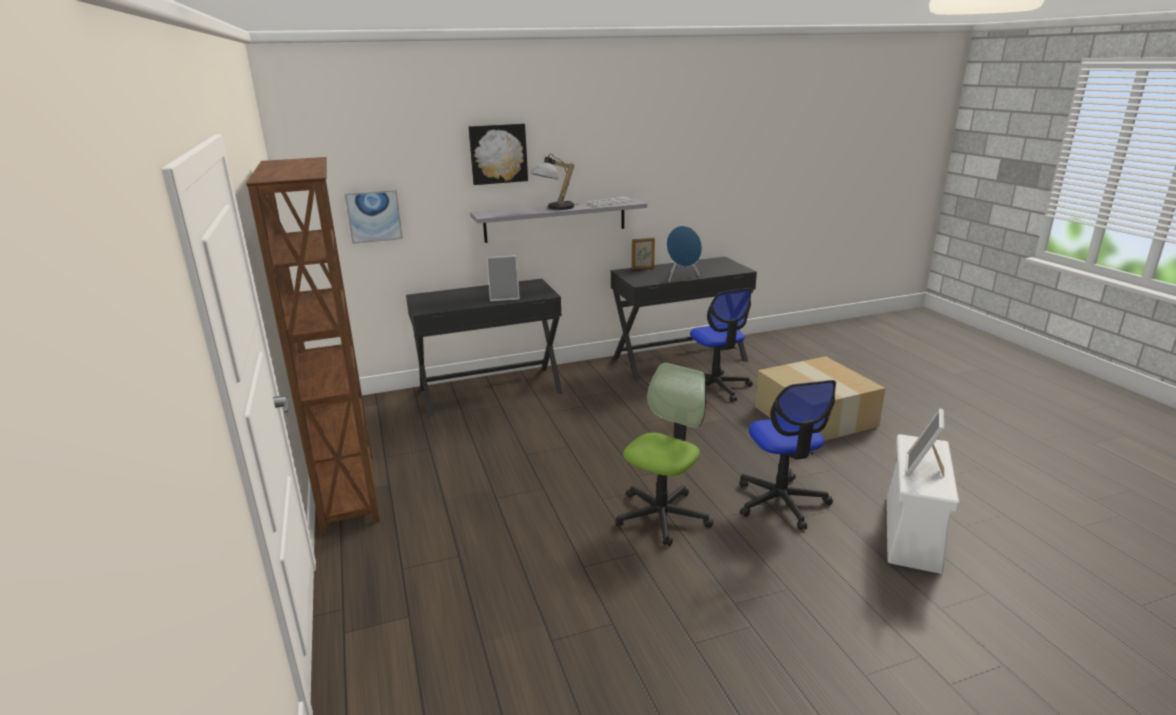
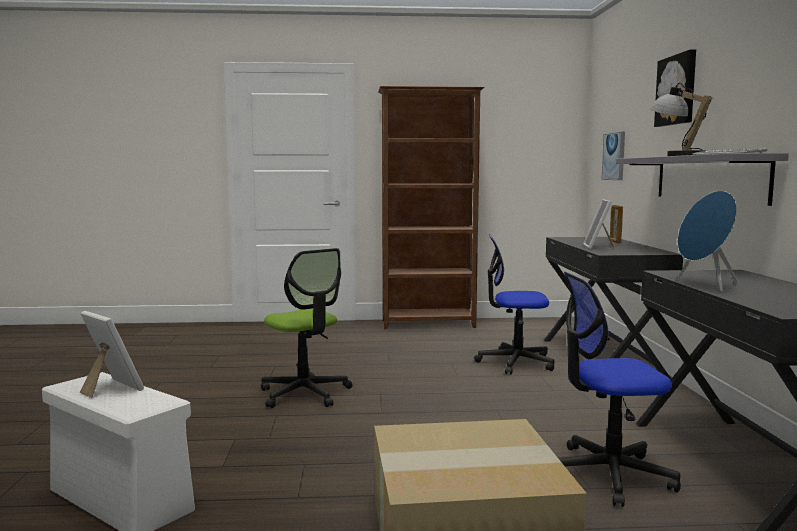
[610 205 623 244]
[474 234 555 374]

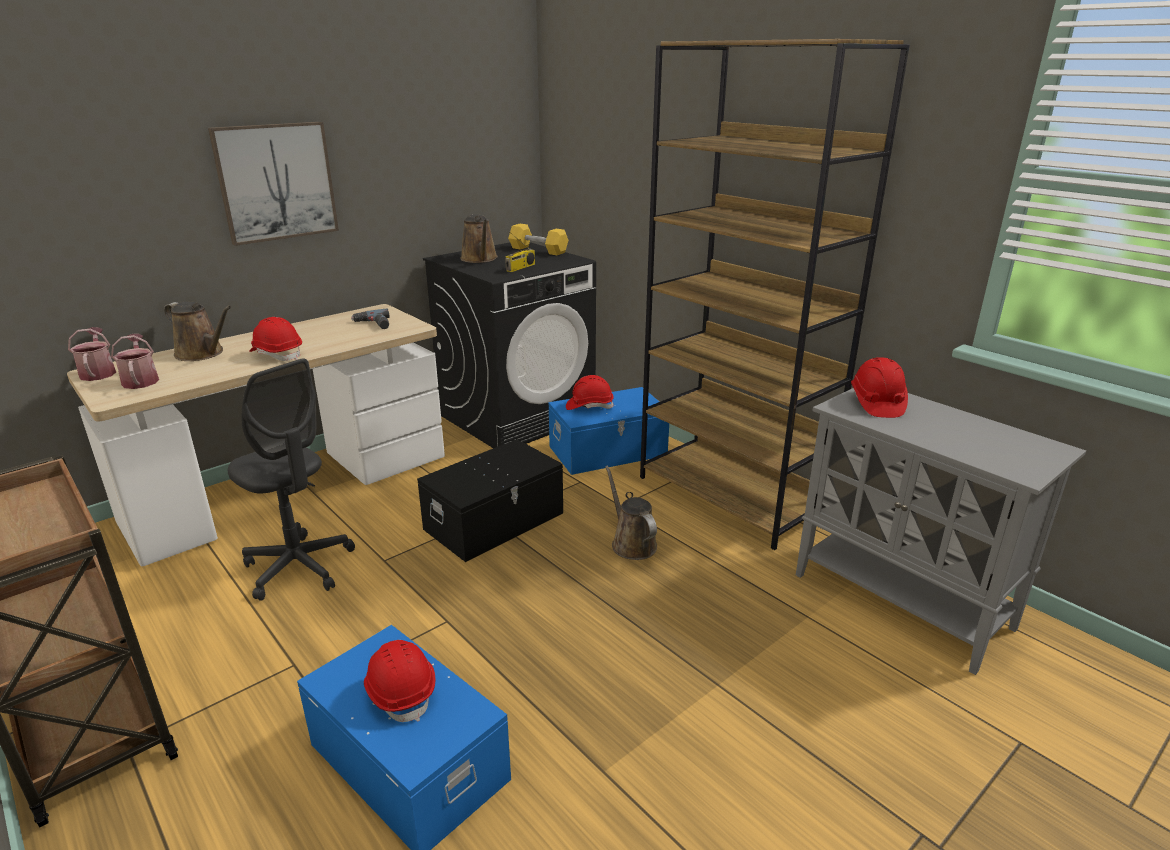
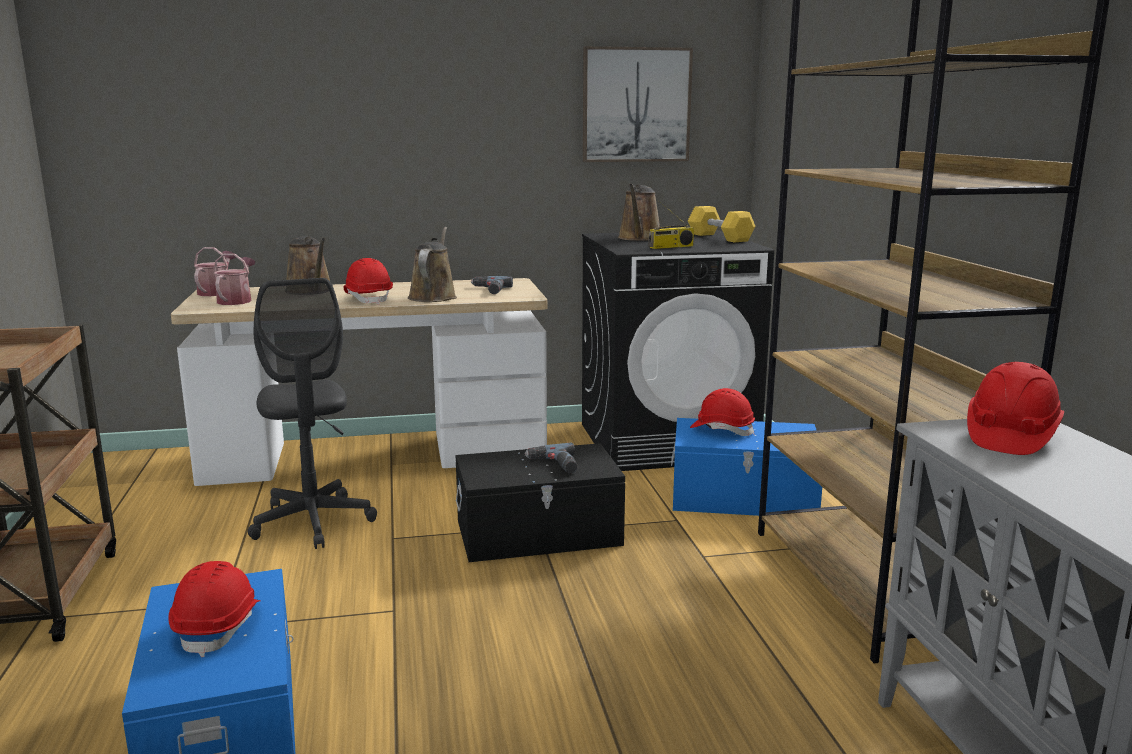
[524 443 577 473]
[583 46 693 162]
[408 227 457 302]

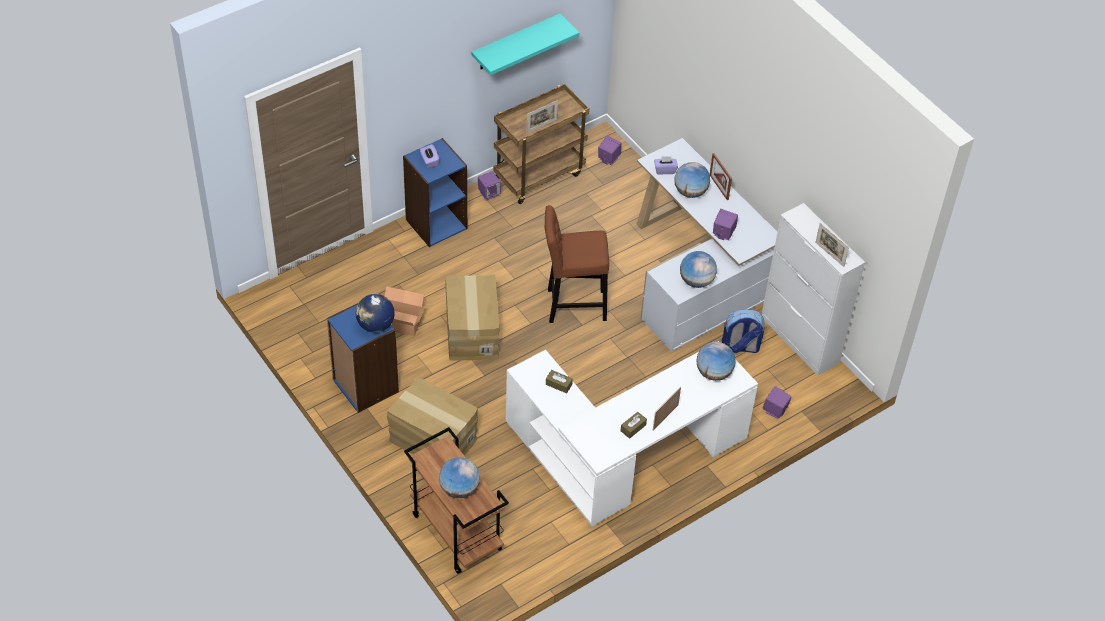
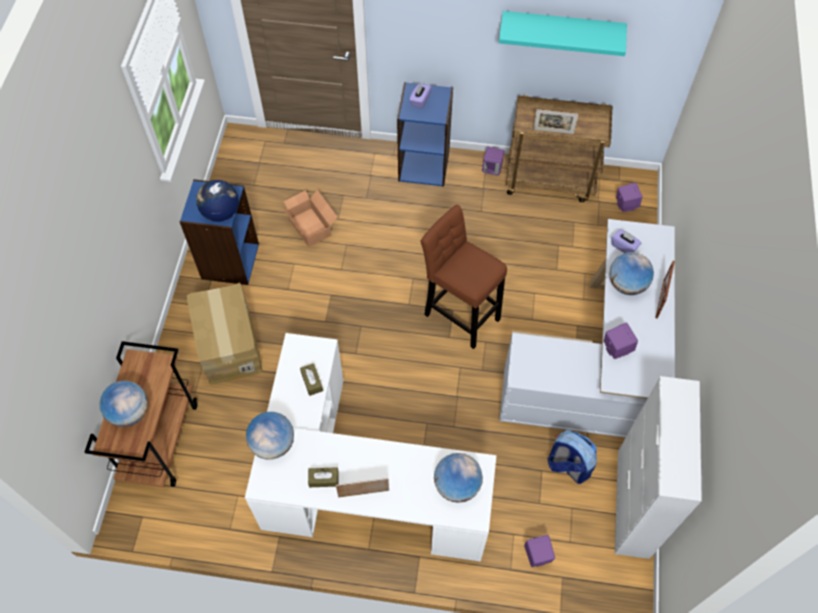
[445 274 500 361] (first image)
[815 223 849 267] (first image)
[246 412 294 459]

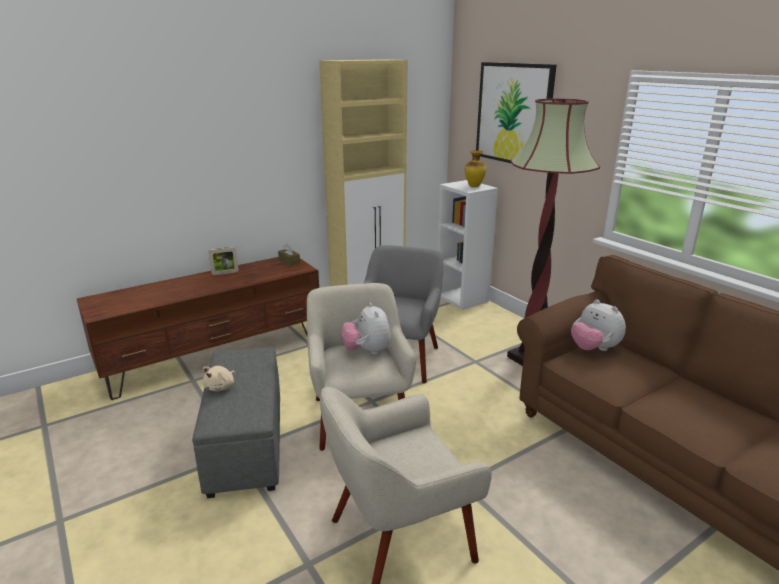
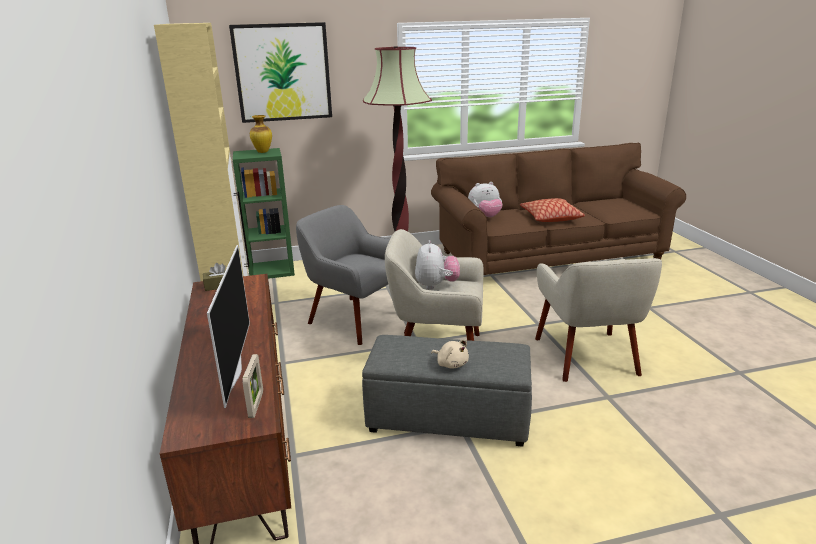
[207 245 250 408]
[520 198 585 222]
[242 354 263 418]
[233 148 295 279]
[415 240 460 290]

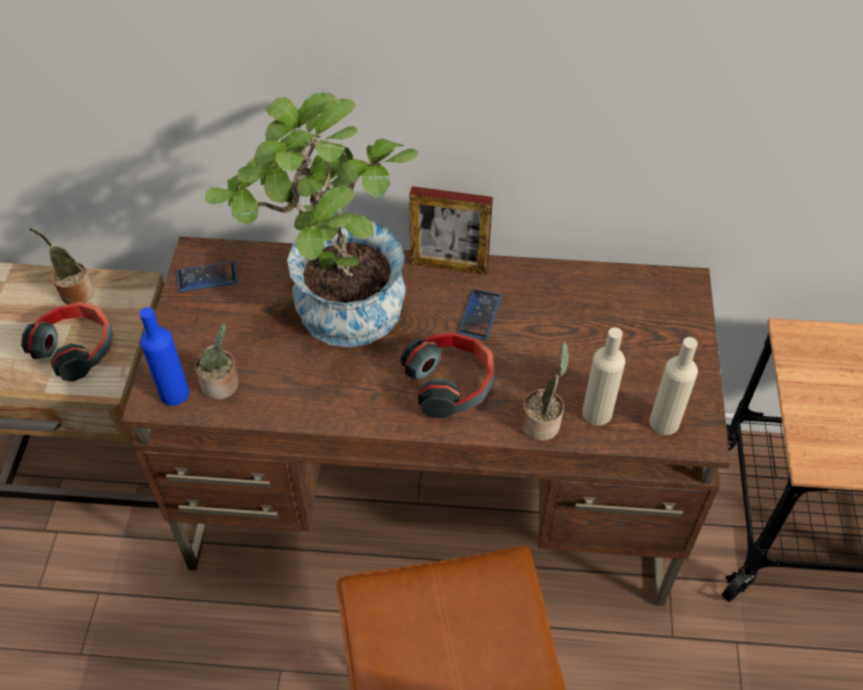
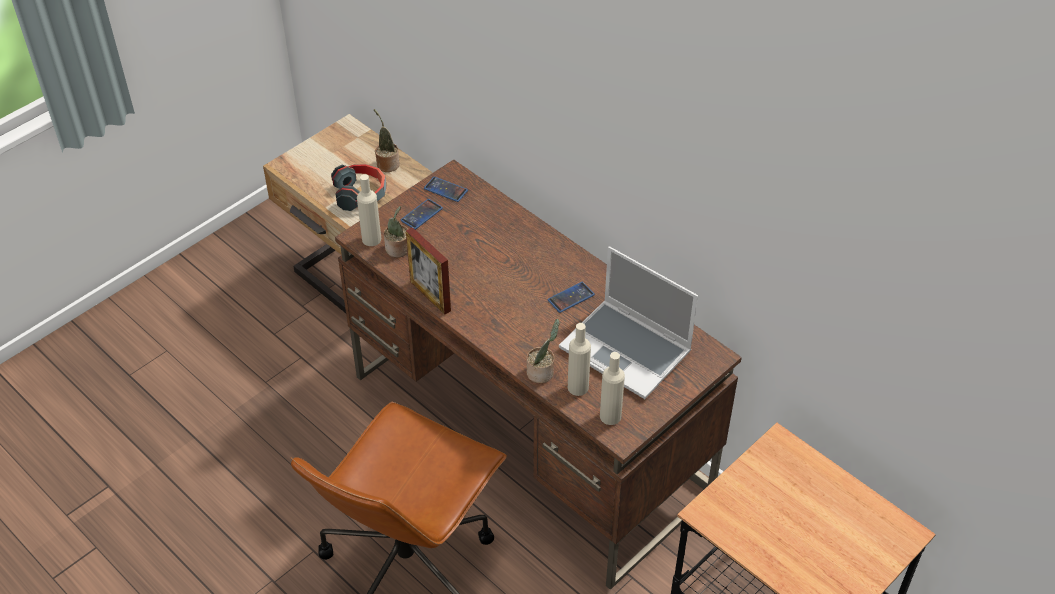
[205 92 418 348] (first image)
[401 332 494 418] (first image)
[400 199 443 230]
[559 246 698 399]
[406 227 451 315]
[357 174 381 246]

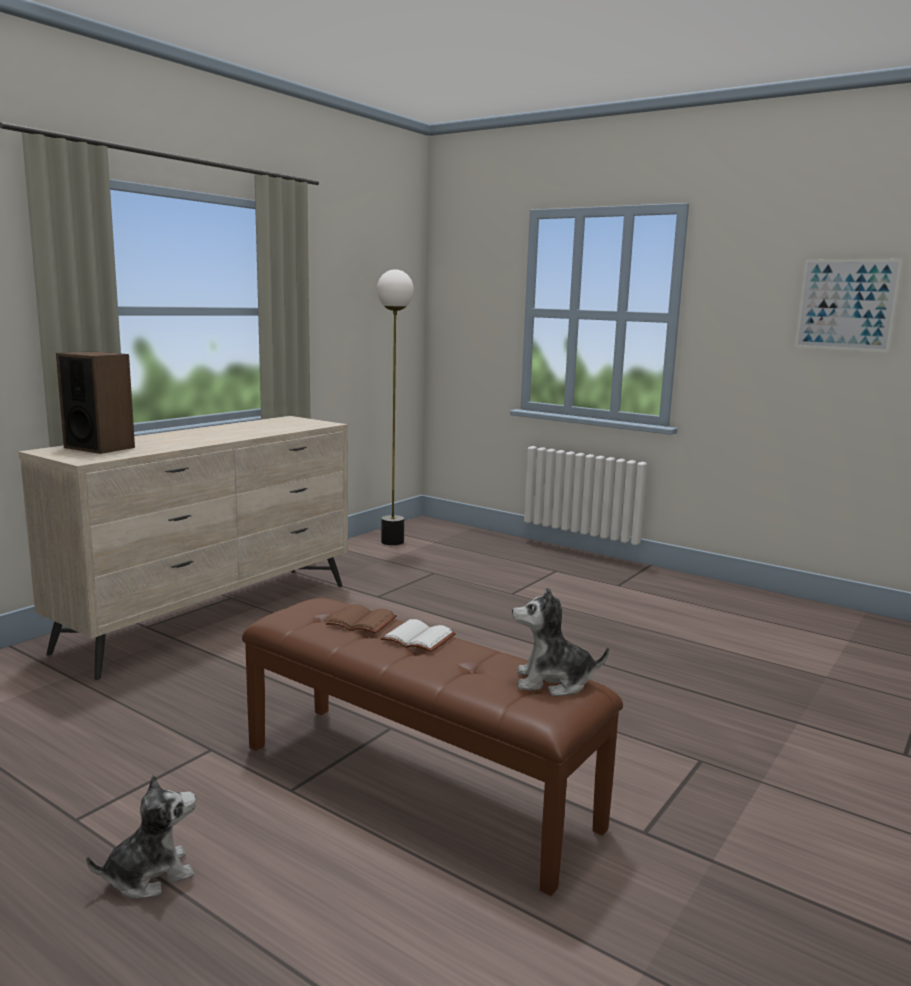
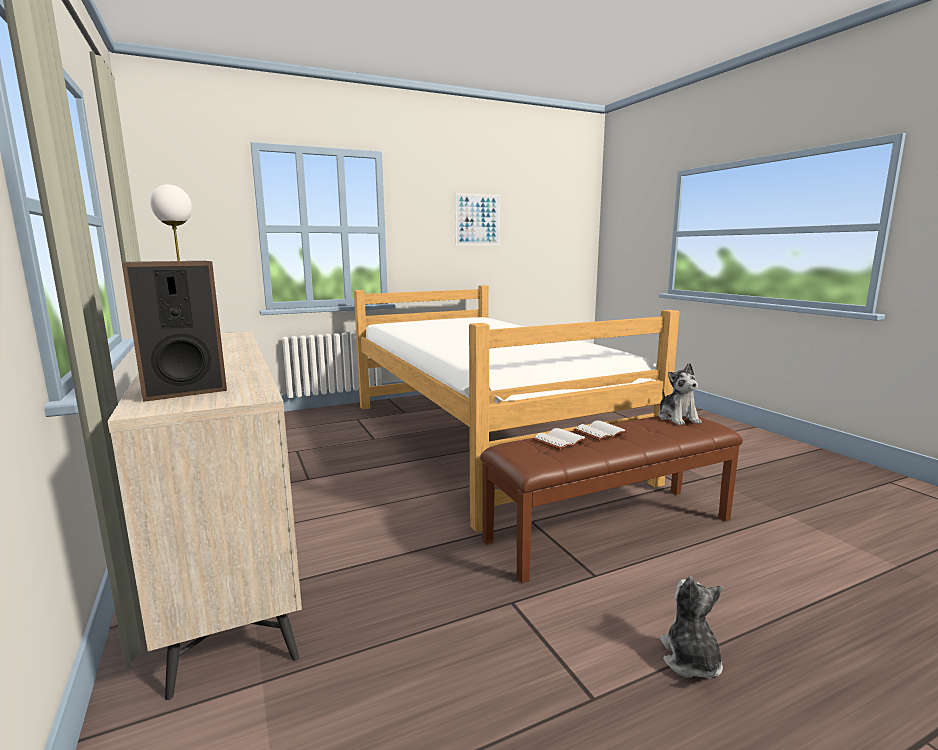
[354 285 680 532]
[532 428 588 450]
[658 363 702 425]

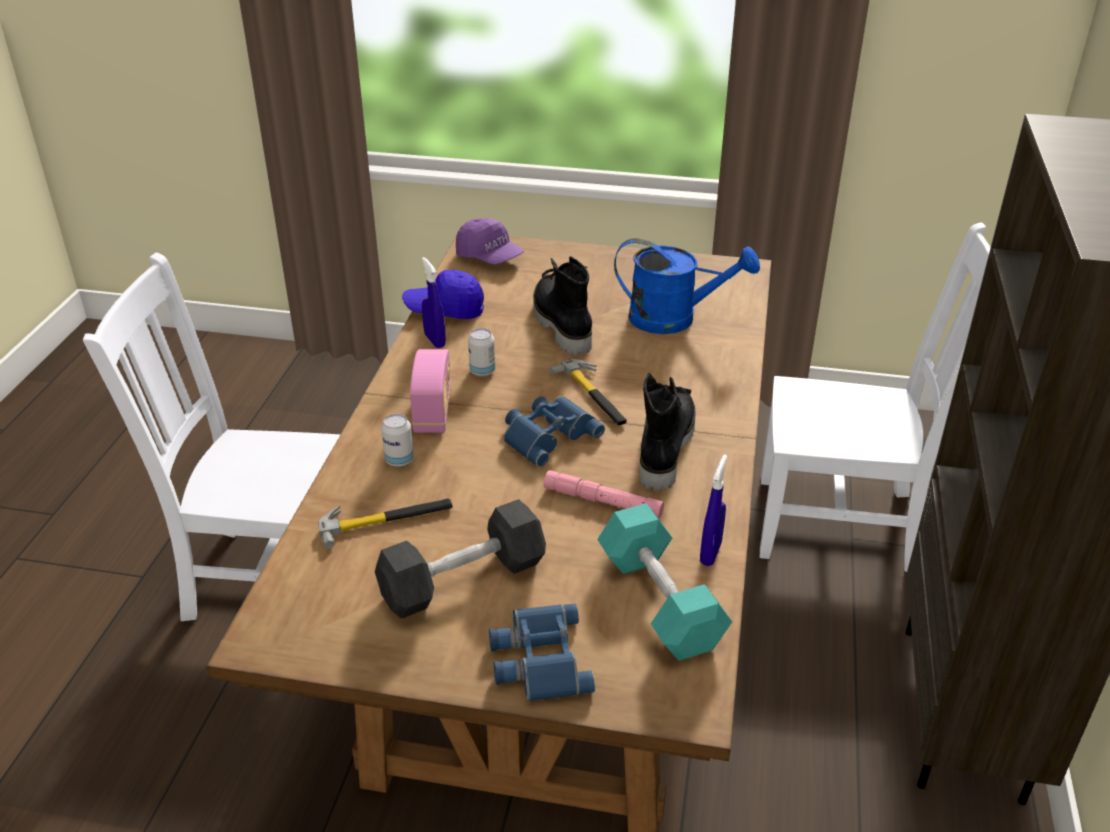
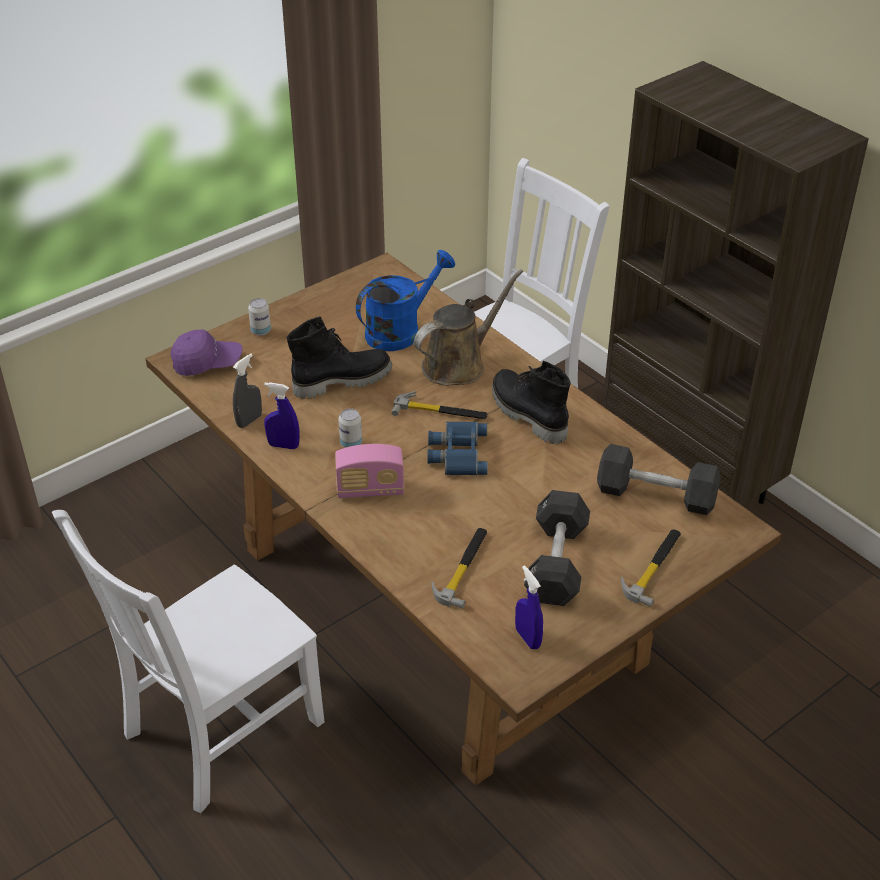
[543 470 664 519] (first image)
[414 269 523 386]
[248 298 271 336]
[515 565 543 650]
[233 354 262 428]
[621 529 681 607]
[597 444 721 515]
[335 444 405 498]
[287 316 392 399]

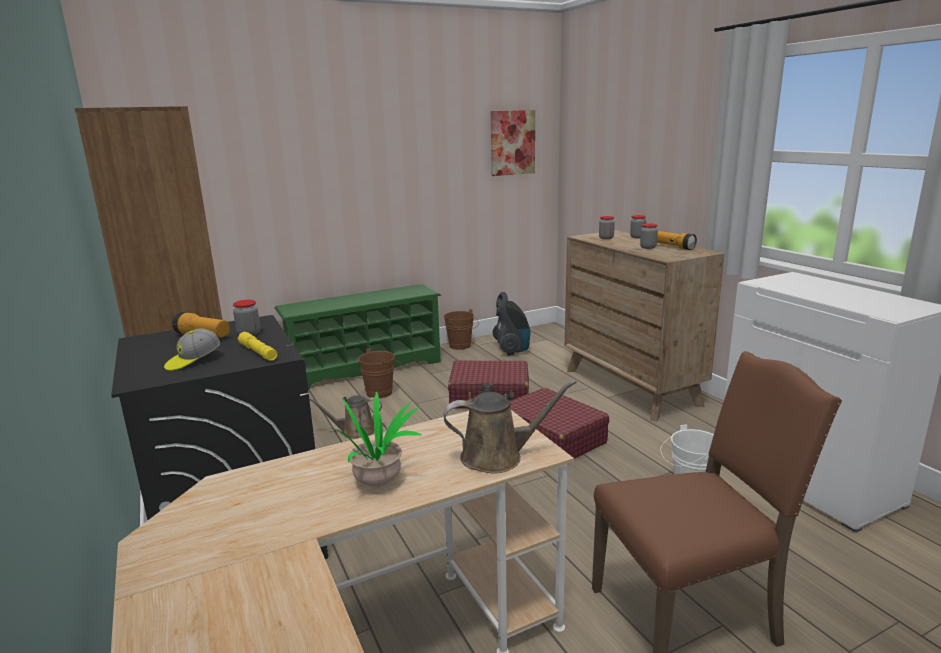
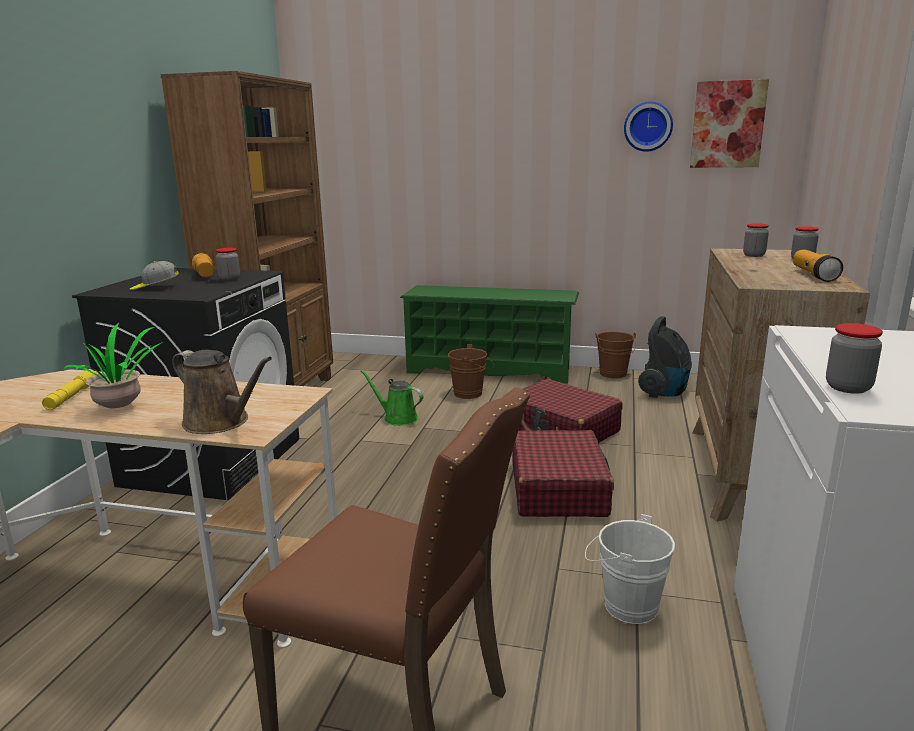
[624 101 673 152]
[42 369 97 410]
[826 323 883 394]
[360 370 423 426]

